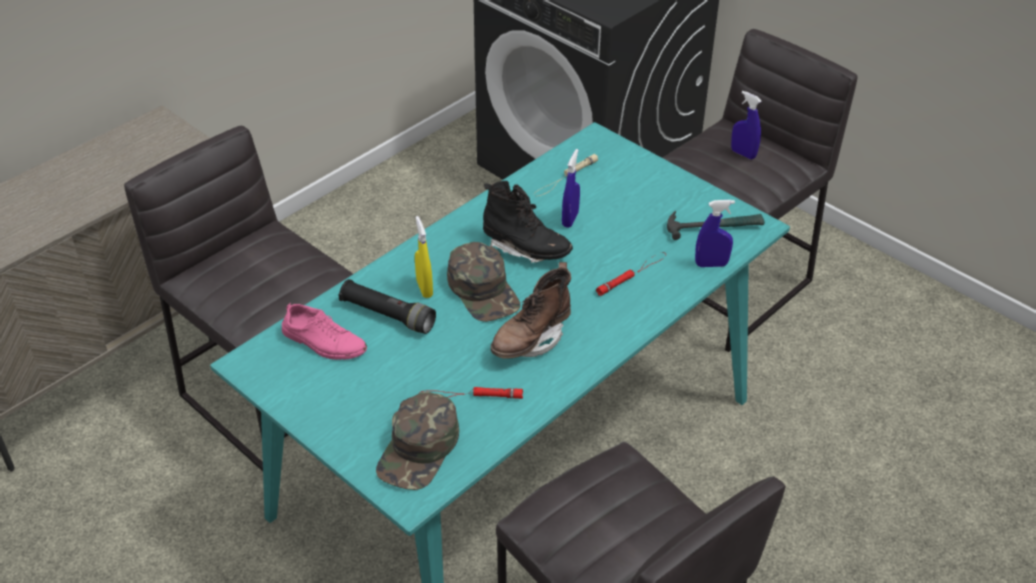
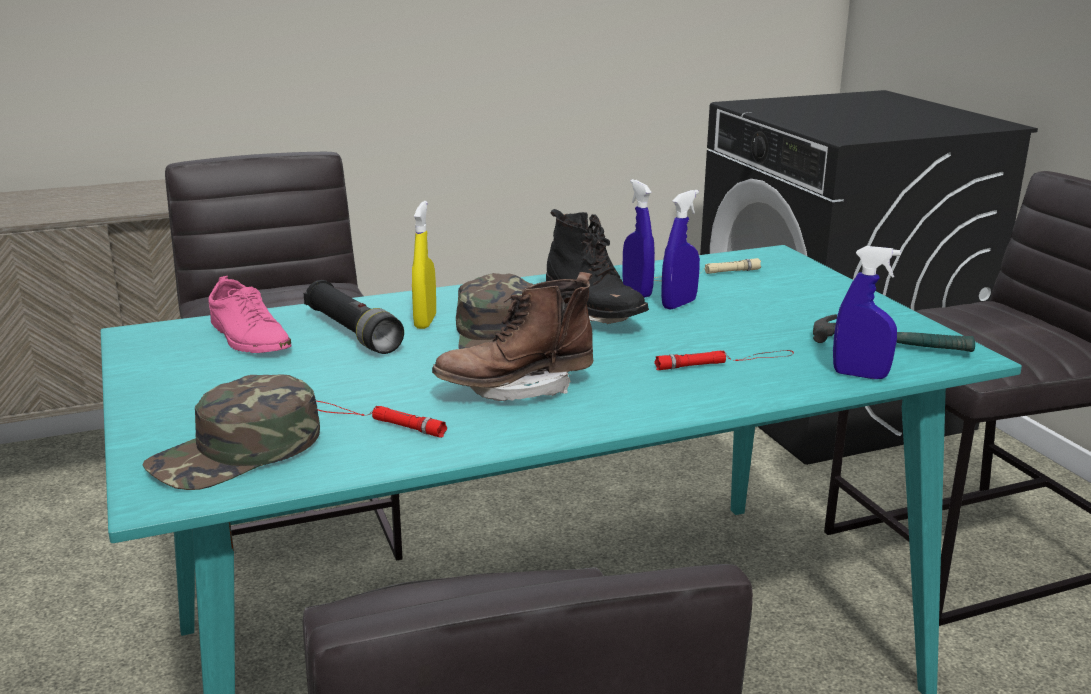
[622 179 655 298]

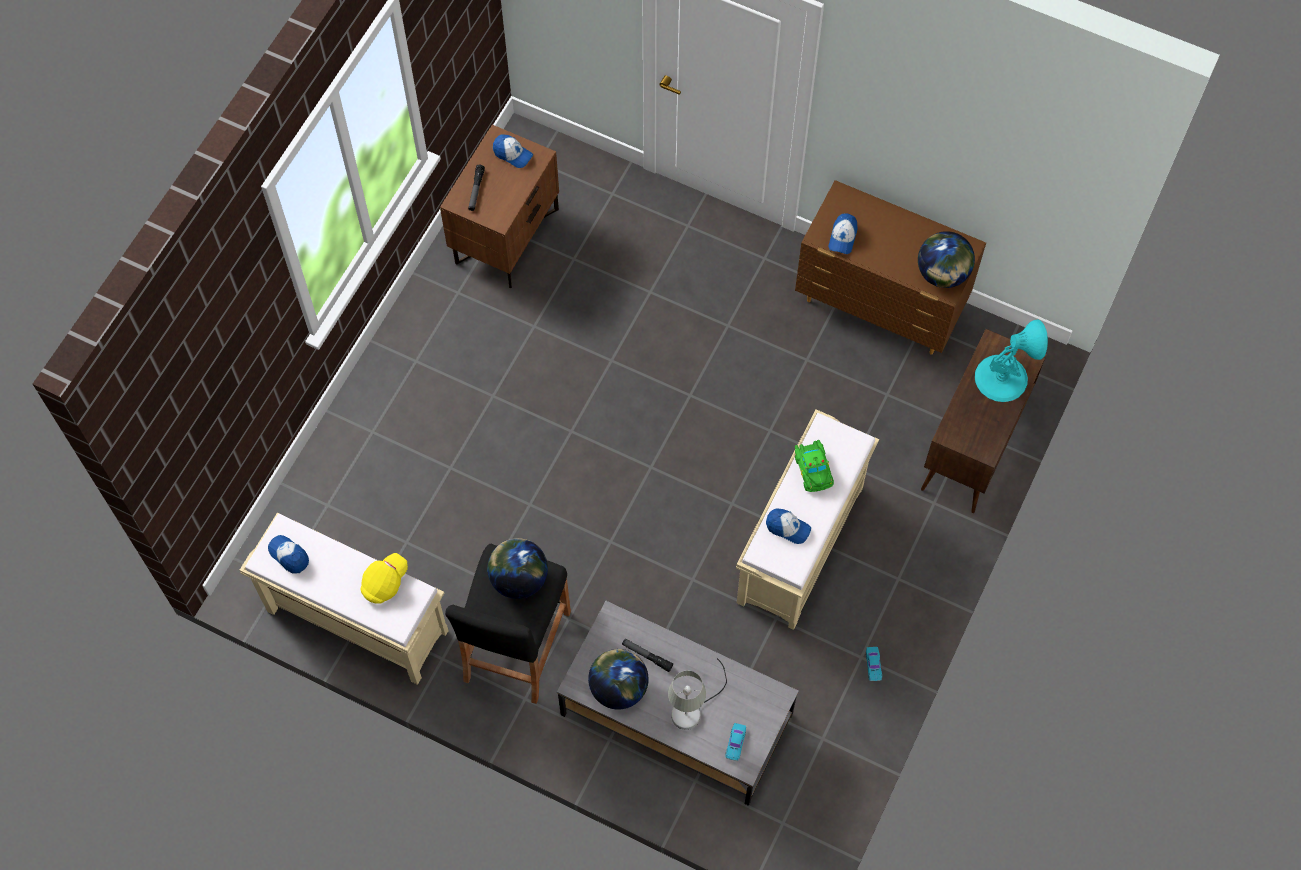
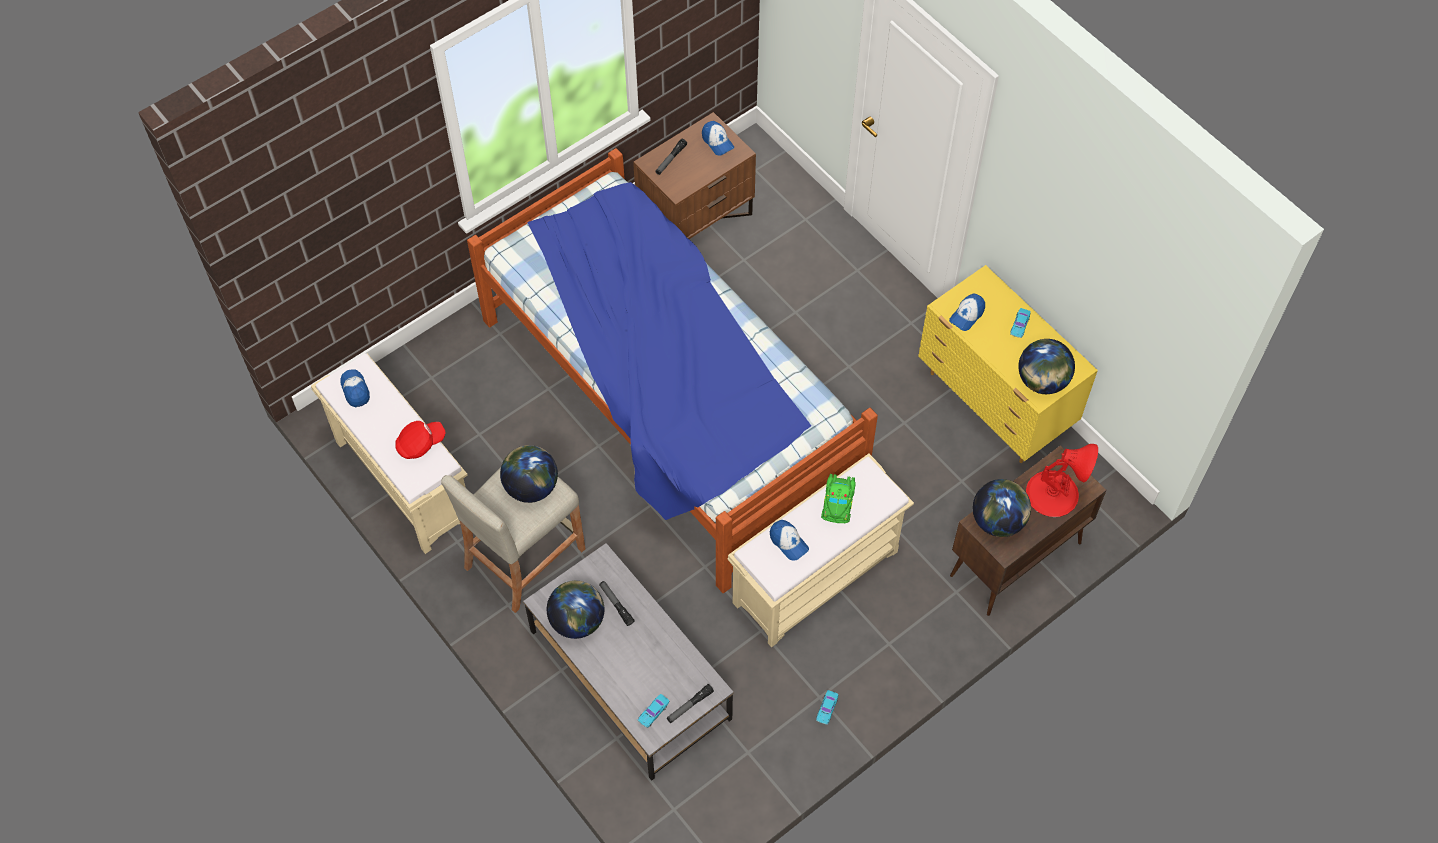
[668 658 727 730] (first image)
[467 148 878 593]
[667 684 714 723]
[973 479 1031 537]
[1010 308 1031 338]
[395 421 446 459]
[441 467 585 613]
[918 265 1098 463]
[1026 444 1098 517]

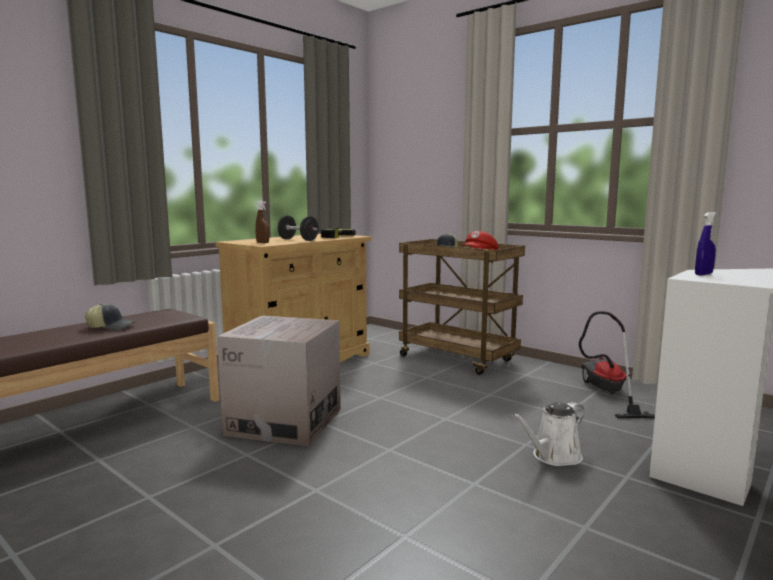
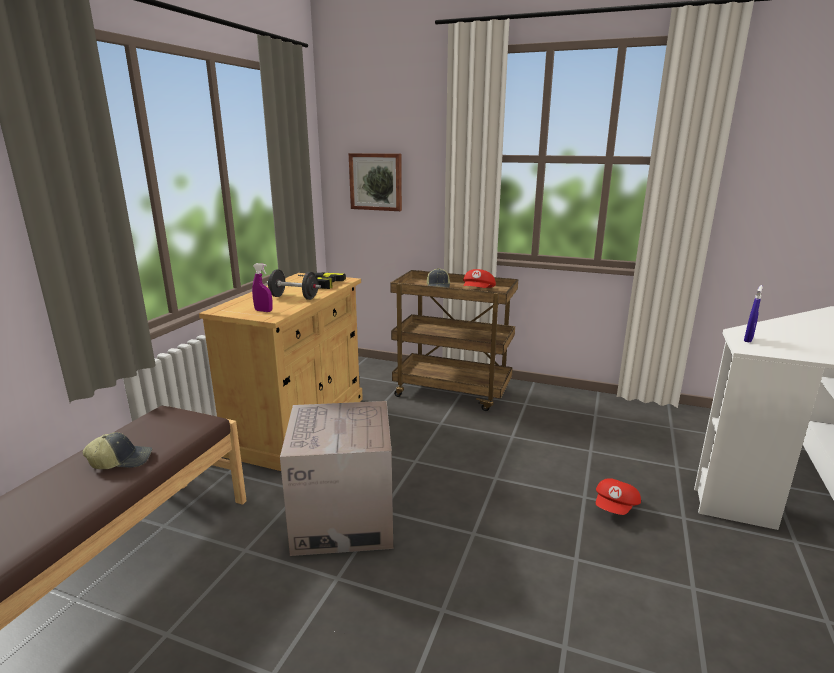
[579 311 655 418] (first image)
[349 153 402 211]
[596 478 641 515]
[252 263 273 312]

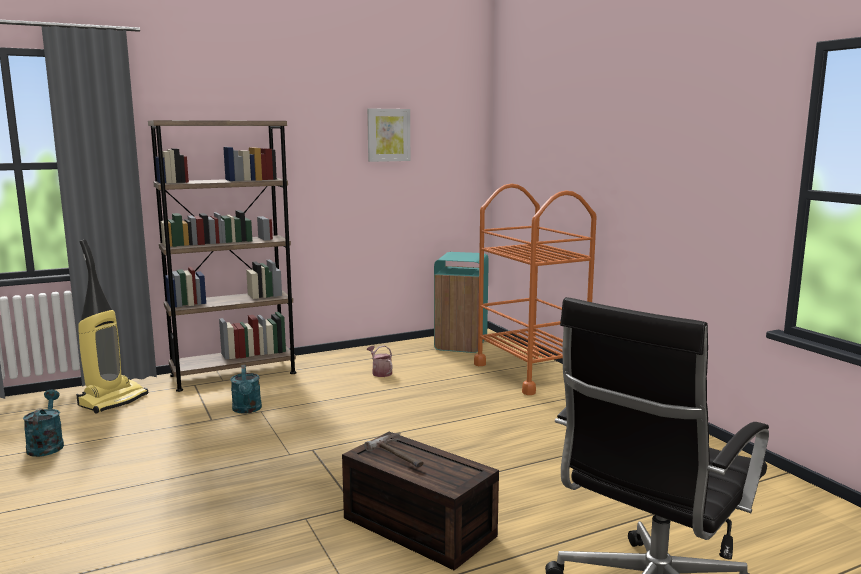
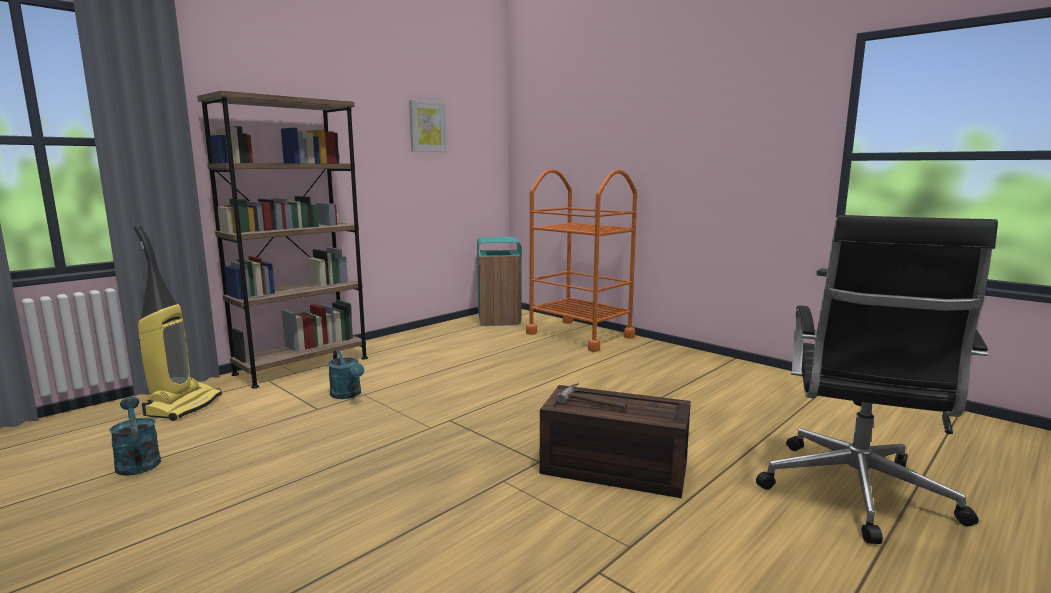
[367 345 393 377] (first image)

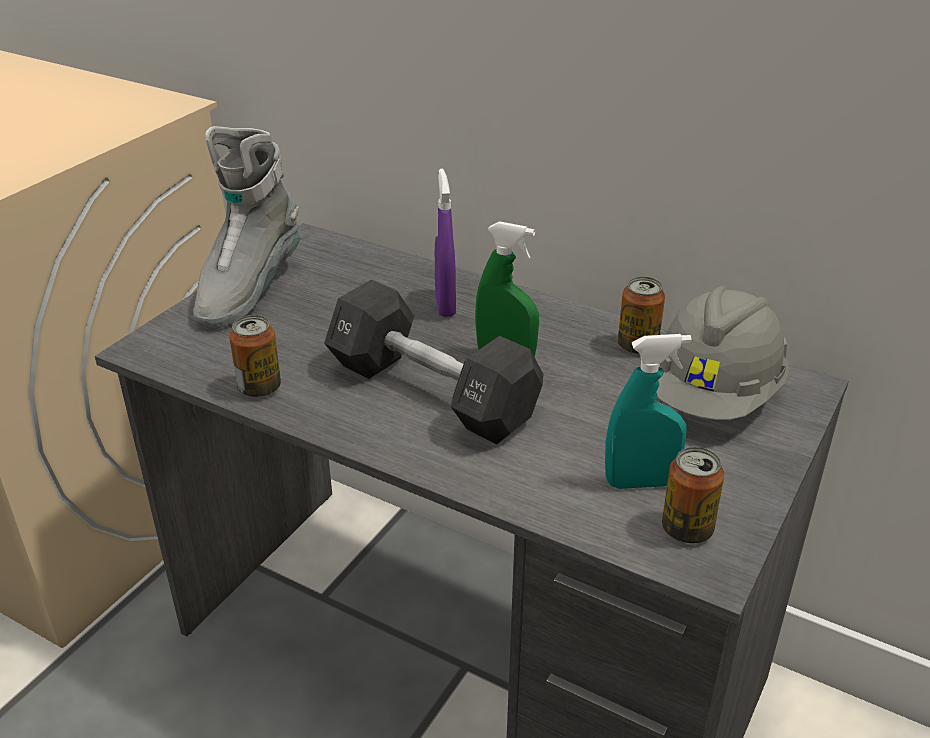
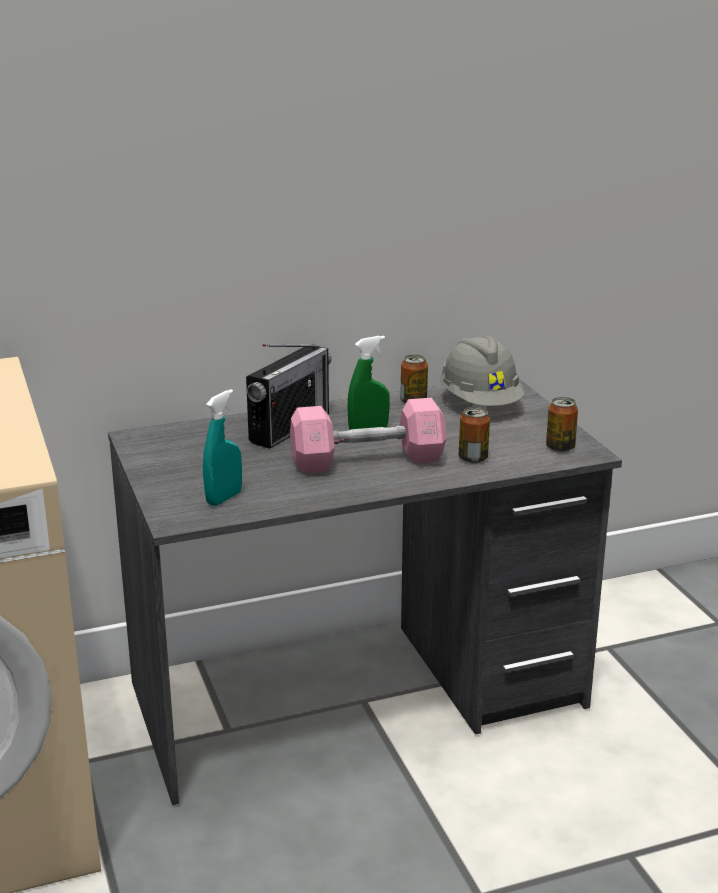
[193 126 301 329] (first image)
[459 407 490 463]
[203 389 242 506]
[246 344 332 449]
[290 398 447 473]

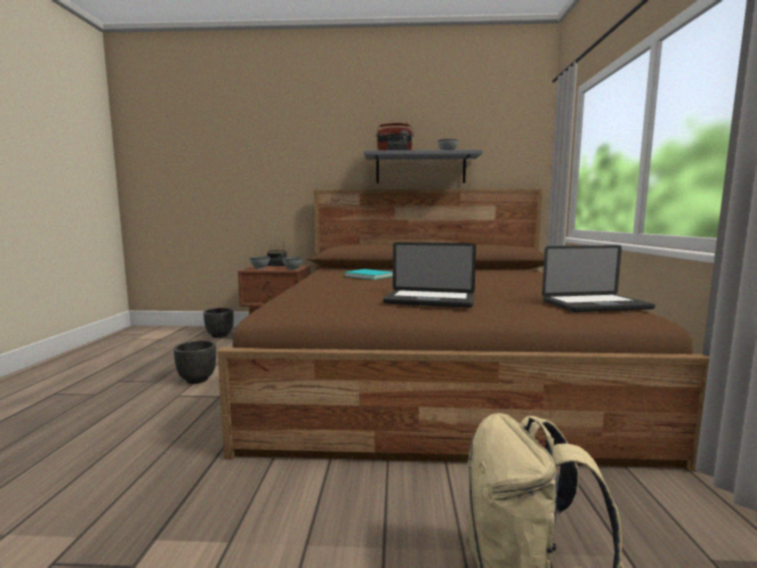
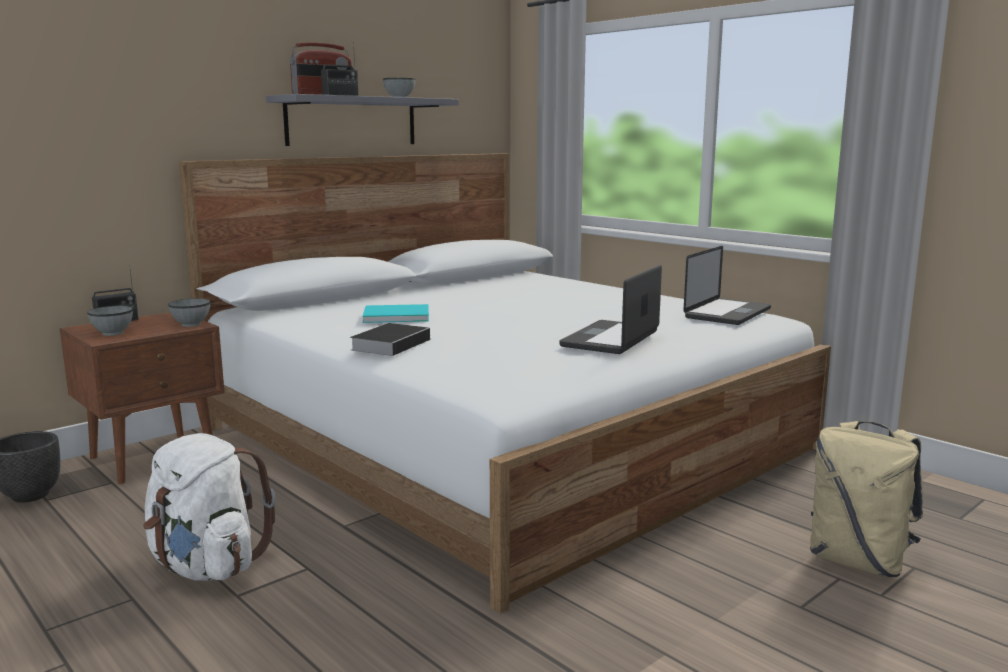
[350 323 431 356]
[143 433 276 581]
[179 153 831 614]
[559 264 662 354]

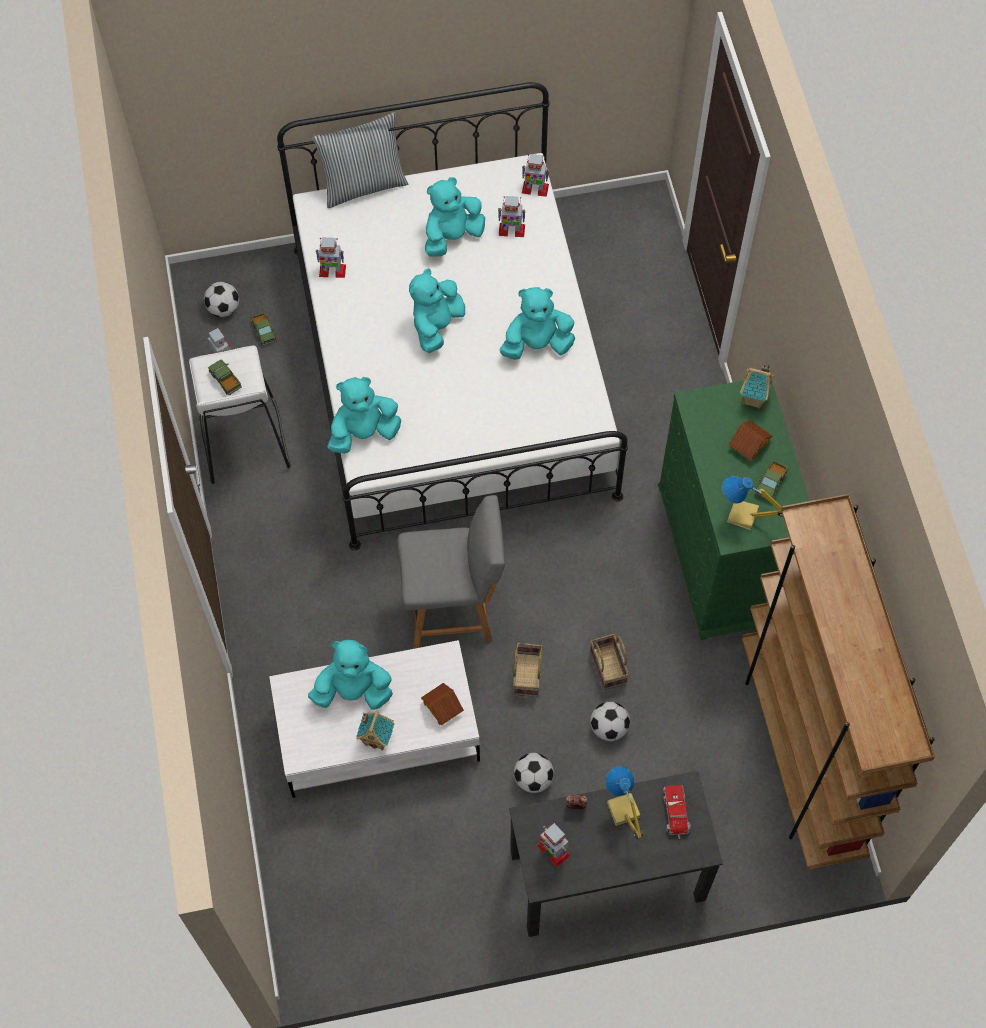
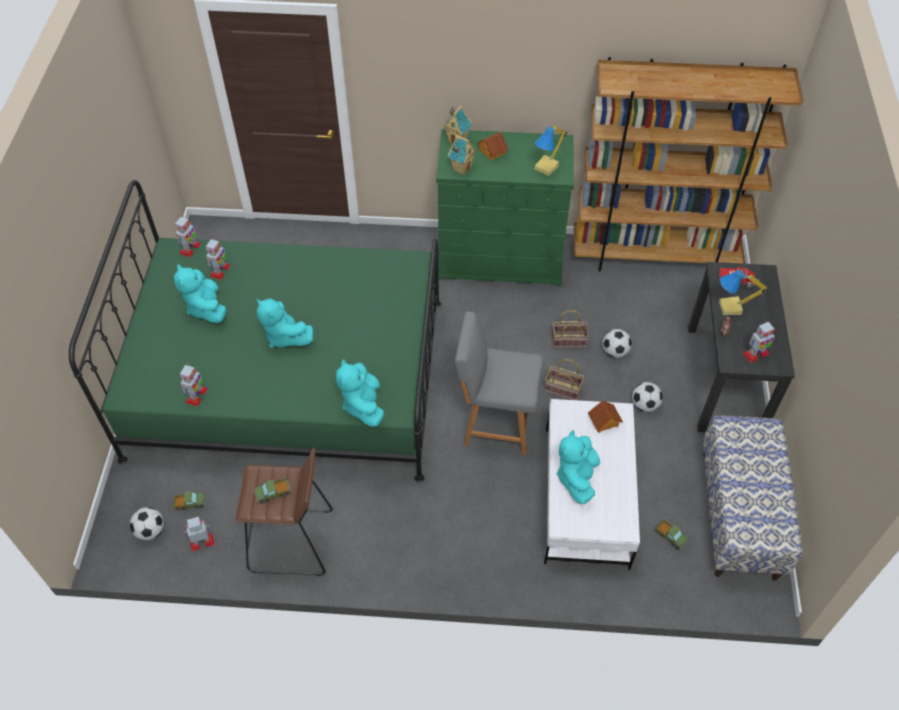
[312 112 408 208] (first image)
[500 287 575 360] (first image)
[703 416 802 581]
[448 135 477 175]
[655 519 688 550]
[236 448 333 576]
[69 180 441 483]
[455 311 543 455]

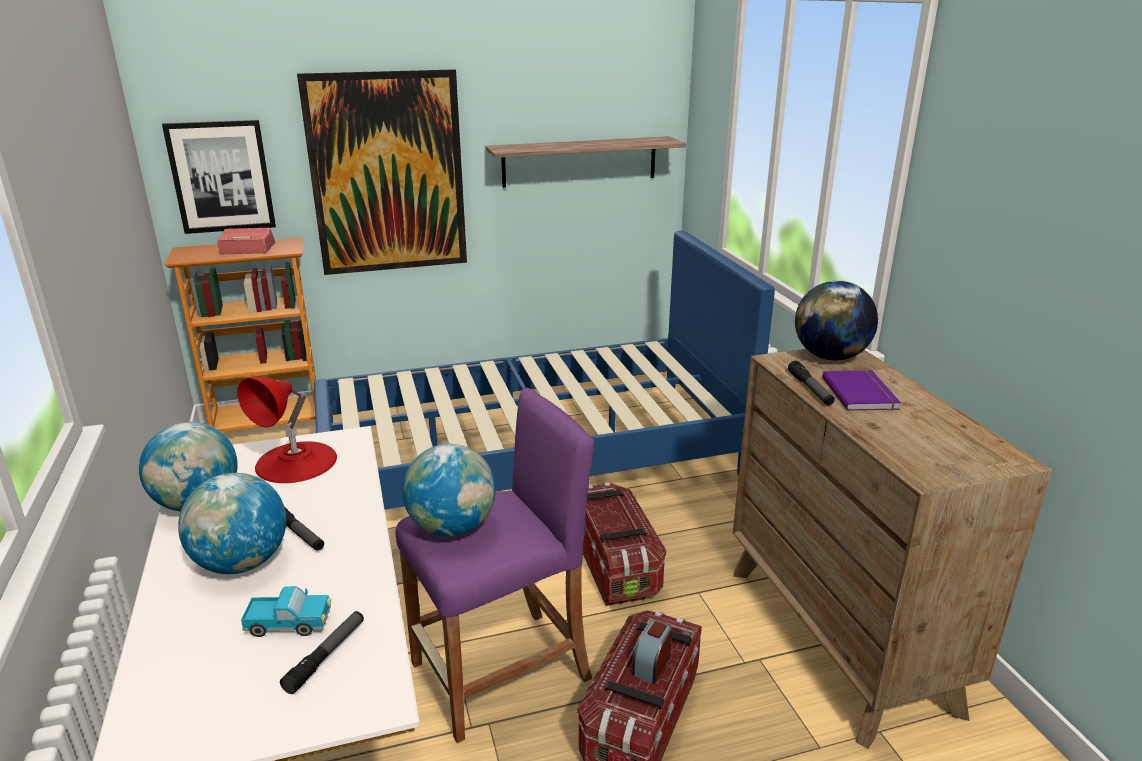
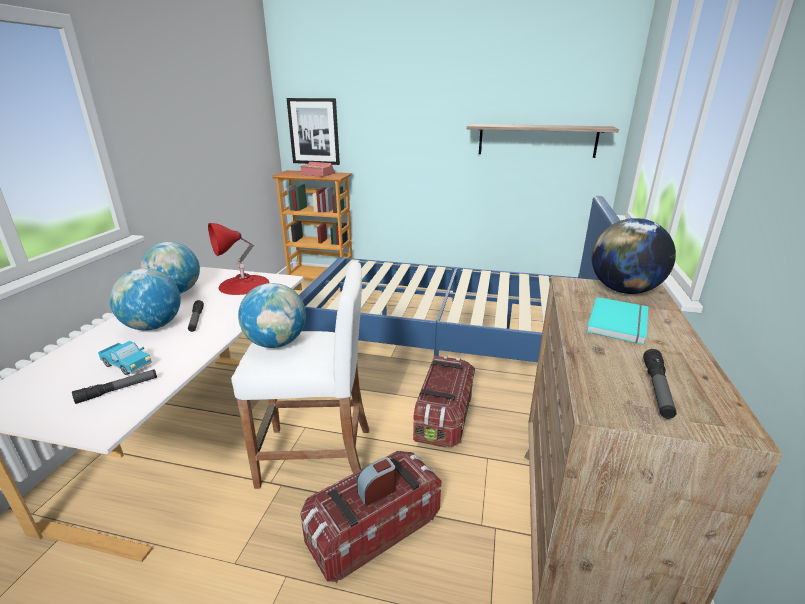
[297 69 467 275] (first image)
[643 349 677 419]
[231 261 369 489]
[587 297 648 345]

